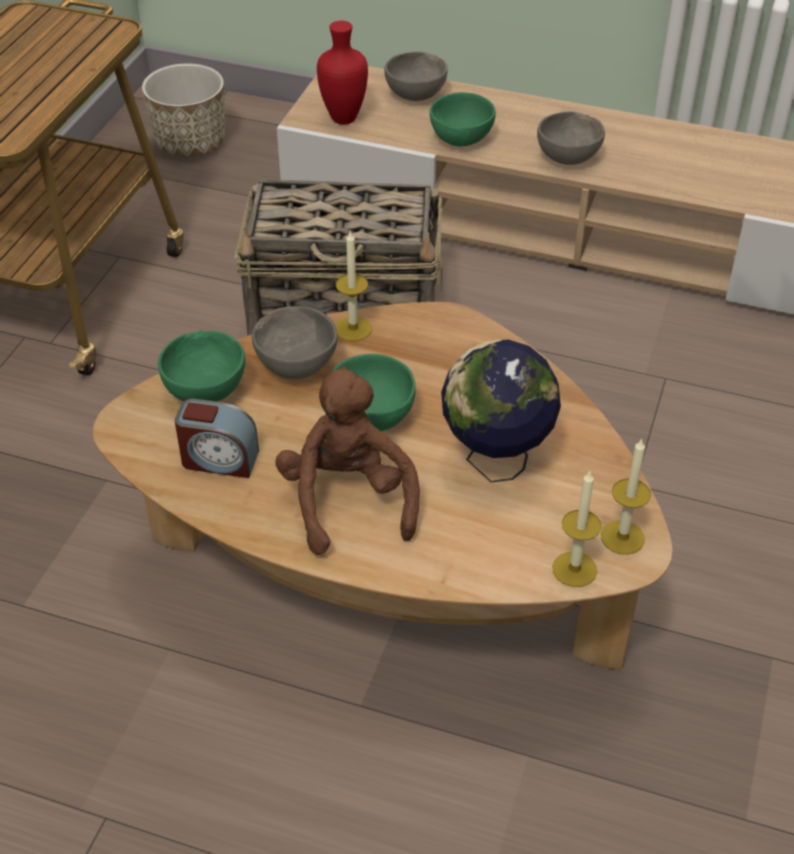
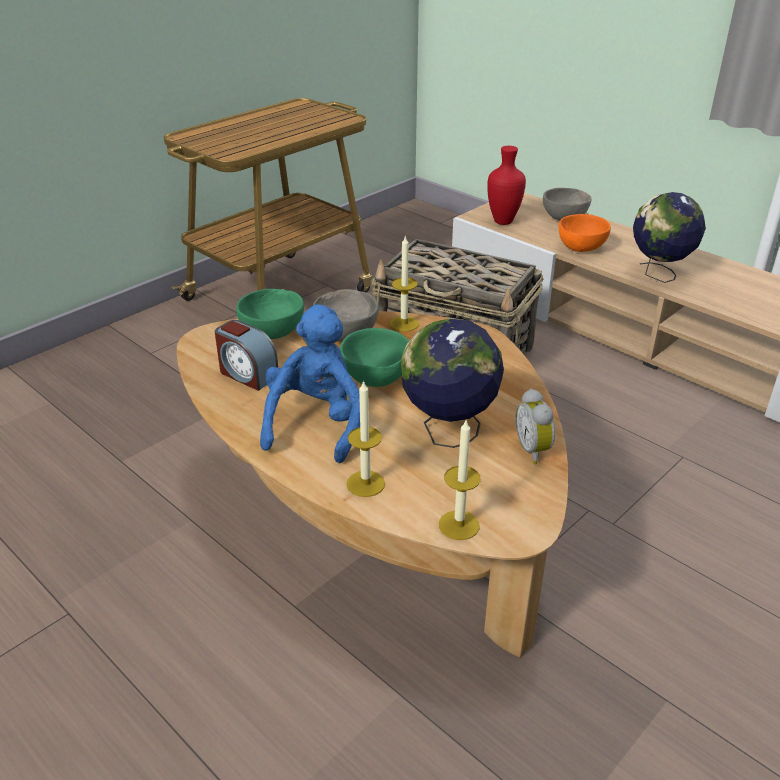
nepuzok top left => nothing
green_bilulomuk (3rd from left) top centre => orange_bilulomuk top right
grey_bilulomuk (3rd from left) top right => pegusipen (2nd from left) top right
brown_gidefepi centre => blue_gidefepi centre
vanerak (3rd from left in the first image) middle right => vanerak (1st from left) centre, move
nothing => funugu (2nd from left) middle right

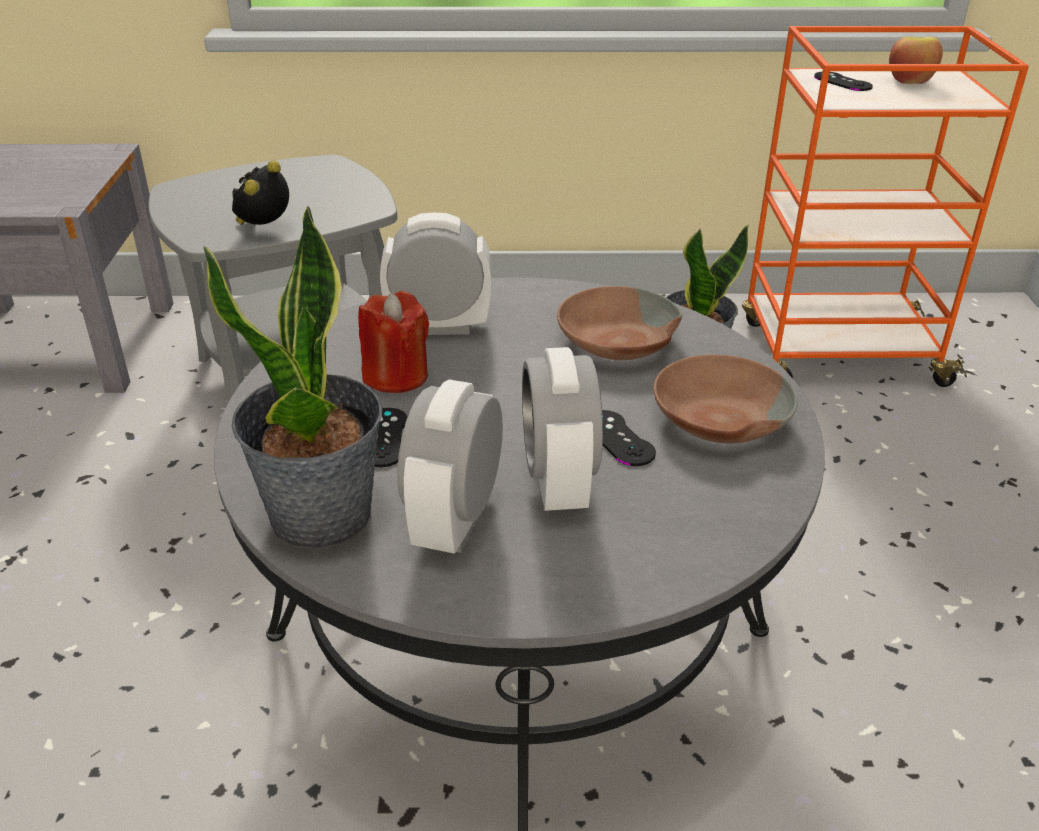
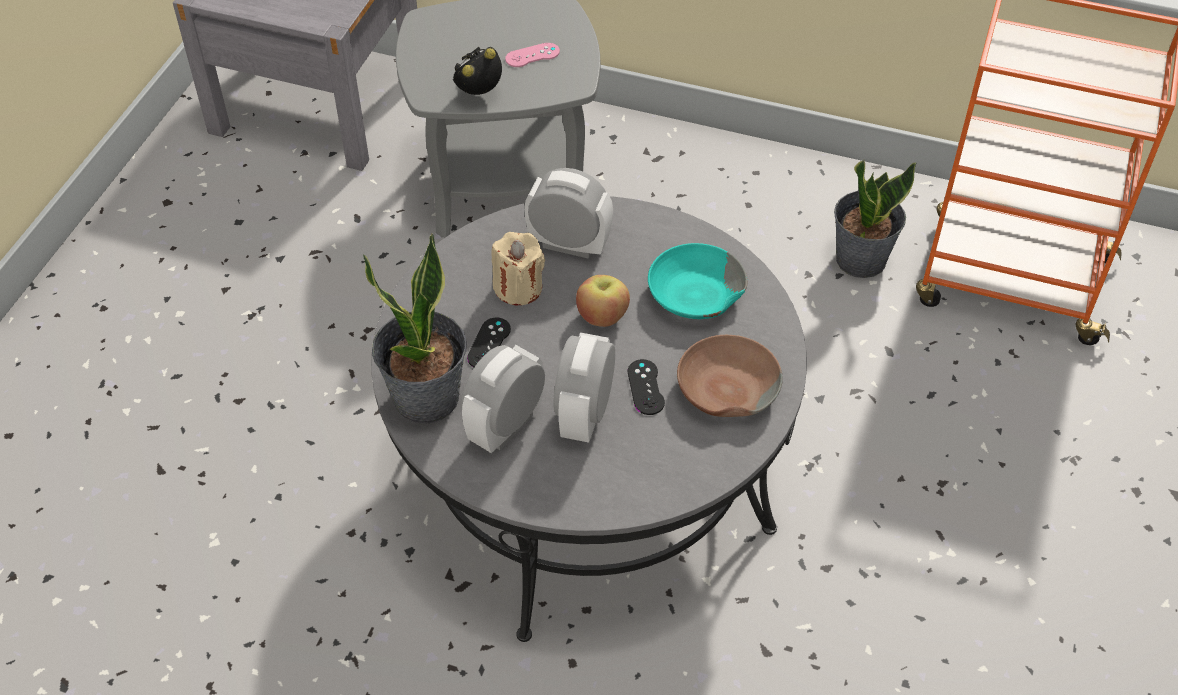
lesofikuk top right => lesofikuk centre, move
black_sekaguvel (3rd from left) top right => nothing
brown_bilulomuk (1st from left) centre => turquoise_bilulomuk centre
red_vanerak centre => beige_vanerak centre
nothing => pink_sekaguvel top centre

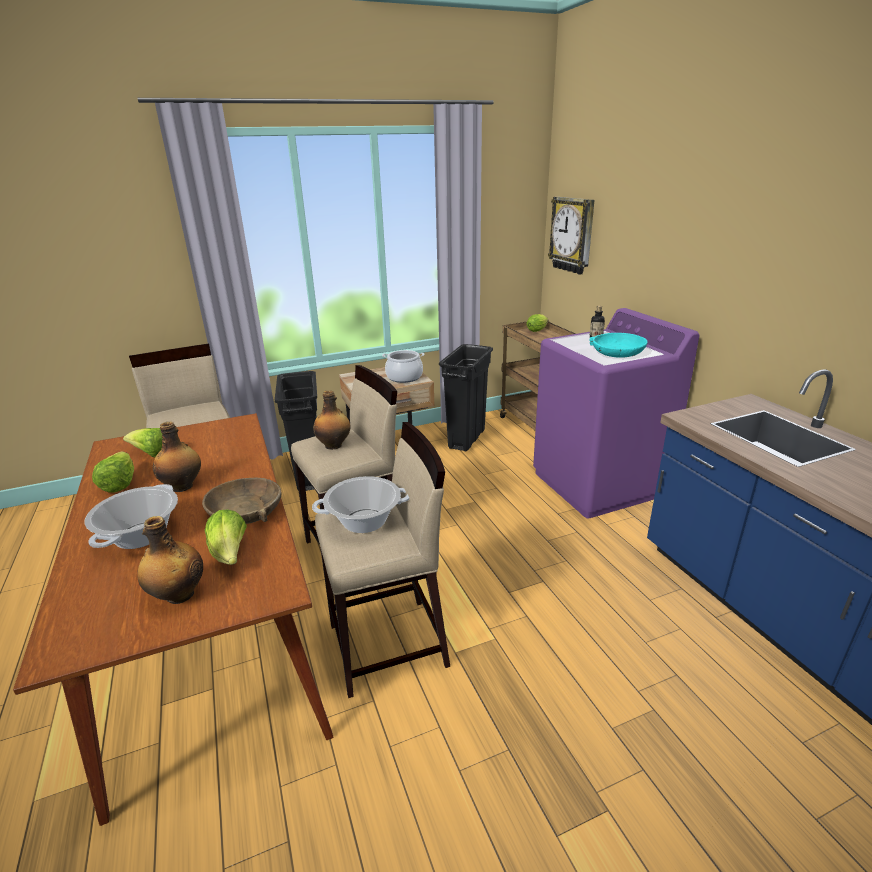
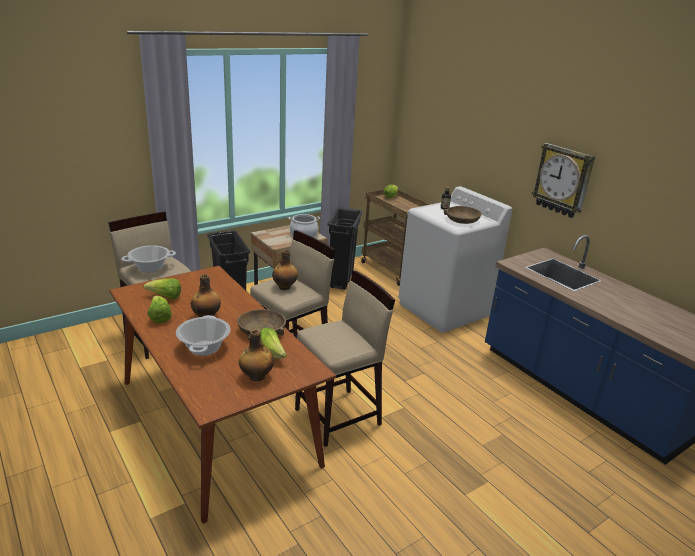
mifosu top centre => mifosu top right, move
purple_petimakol middle right => white_petimakol centre
turquoise_bilulomuk middle right => brown_bilulomuk (2nd from left) centre
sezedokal (2nd from left in the first image) centre => sezedokal (1st from left) middle left, move

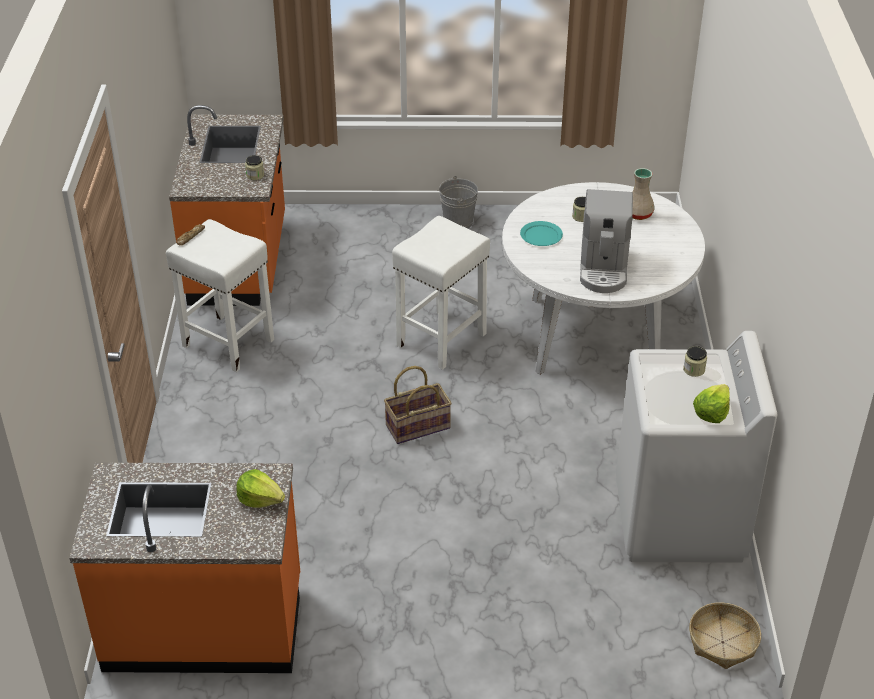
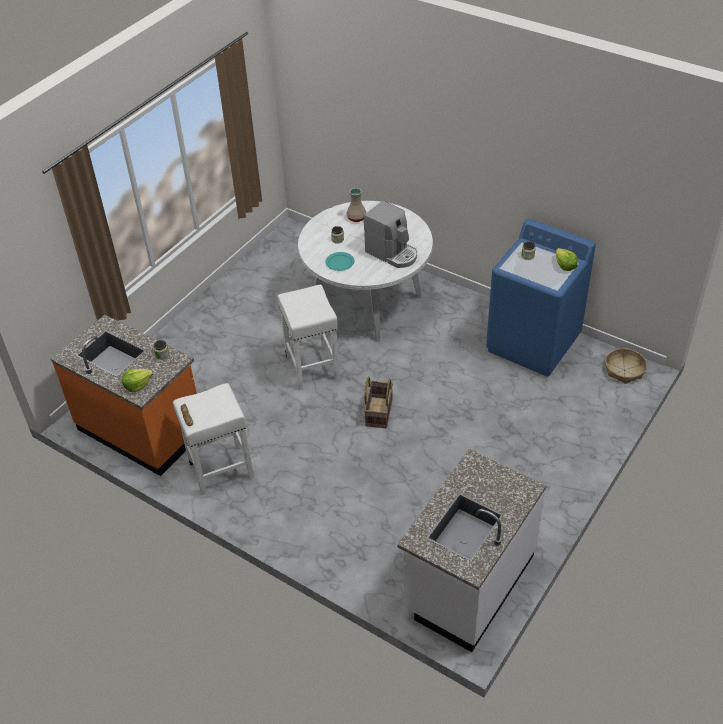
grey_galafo top centre => nothing
white_petimakol middle right => blue_petimakol middle right
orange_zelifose (1st from left) bottom left => white_zelifose bottom centre
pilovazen (1st from left) bottom left => pilovazen (1st from left) middle left, move

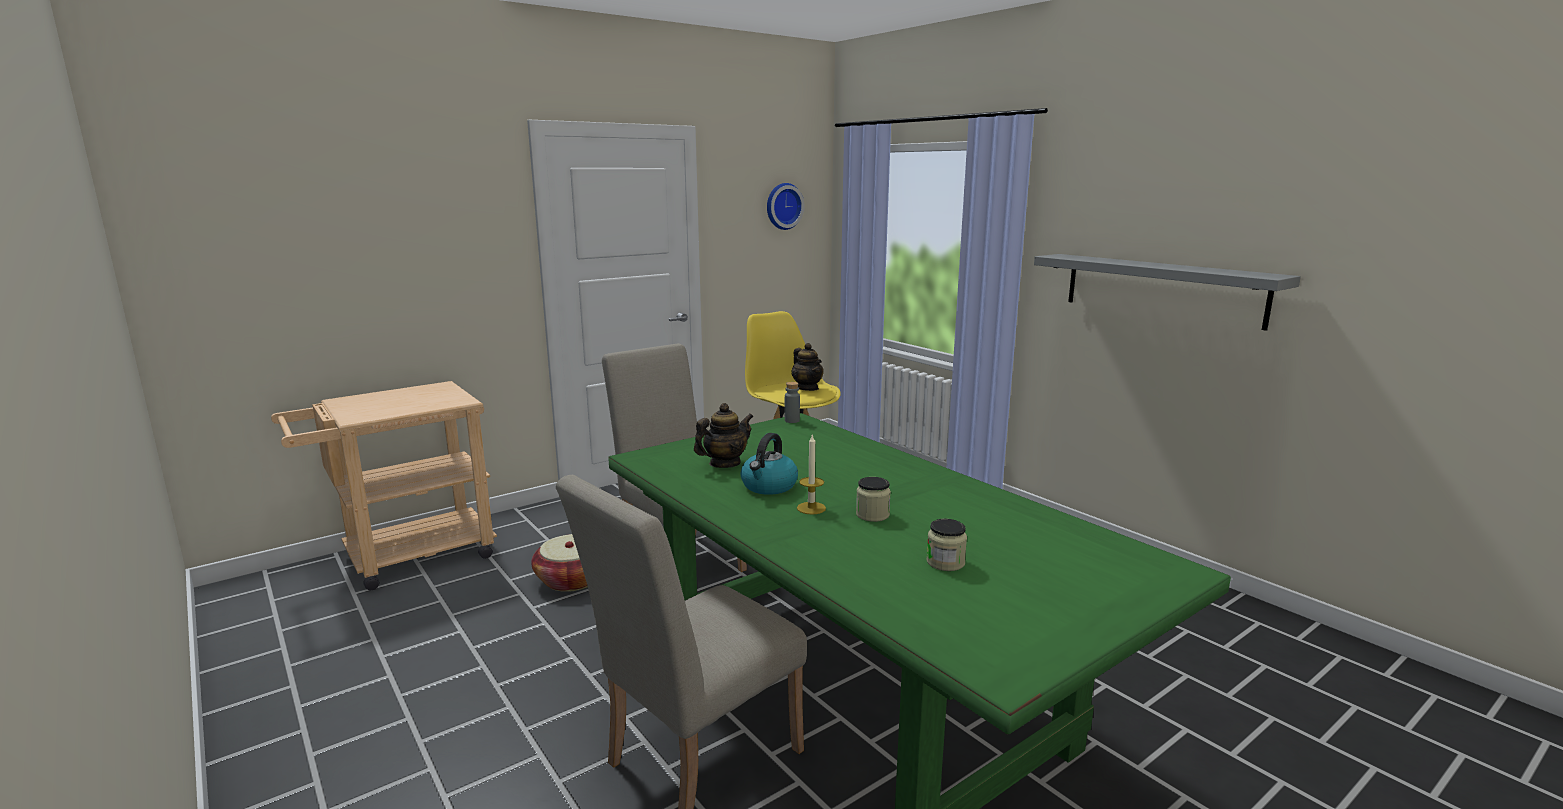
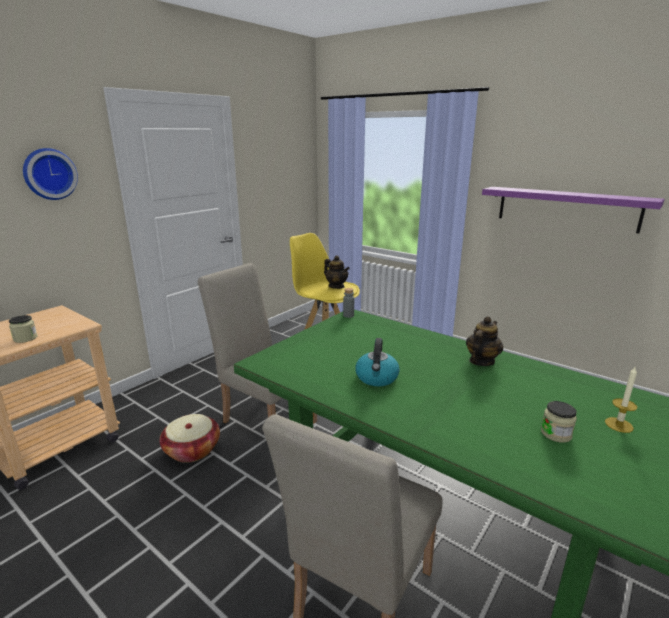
mifosu top centre => mifosu top left, move
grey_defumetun middle right => purple_defumetun middle right
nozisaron (1st from left in the first image) centre => nozisaron (2nd from left) middle right, move
vanerak centre => vanerak middle right, move
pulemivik (1st from left) centre => pulemivik (1st from left) middle left, move

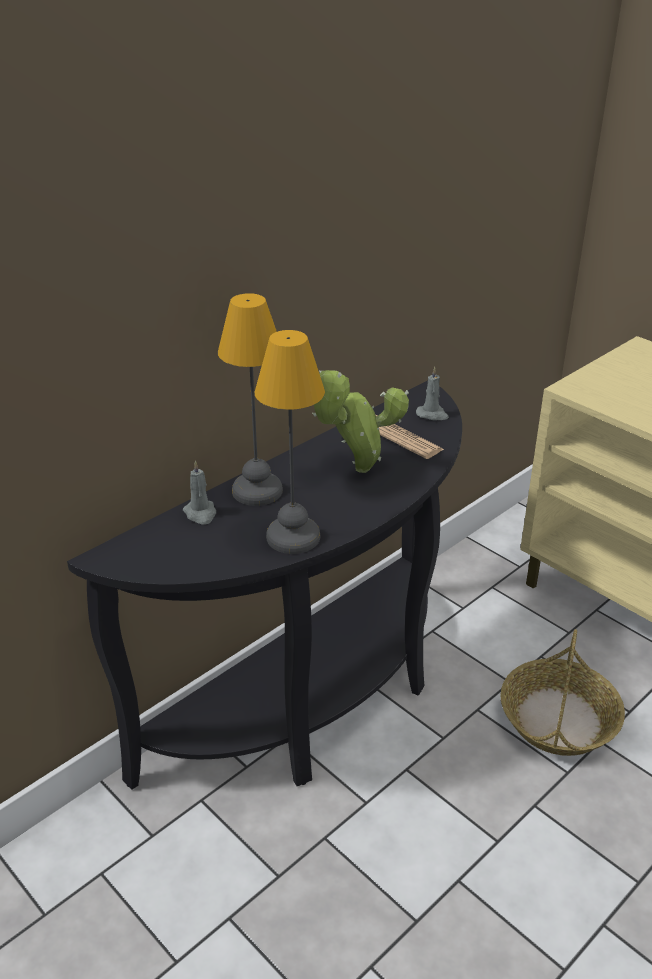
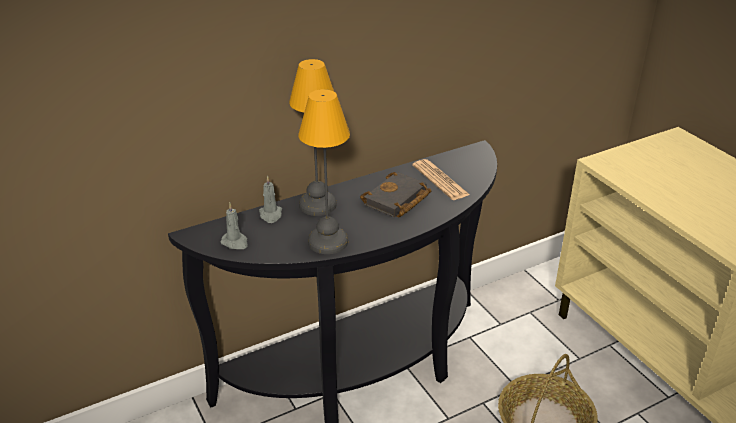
grey_vanerak (2nd from left in the first image) centre => grey_vanerak (1st from left) middle left, move
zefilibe centre => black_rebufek centre

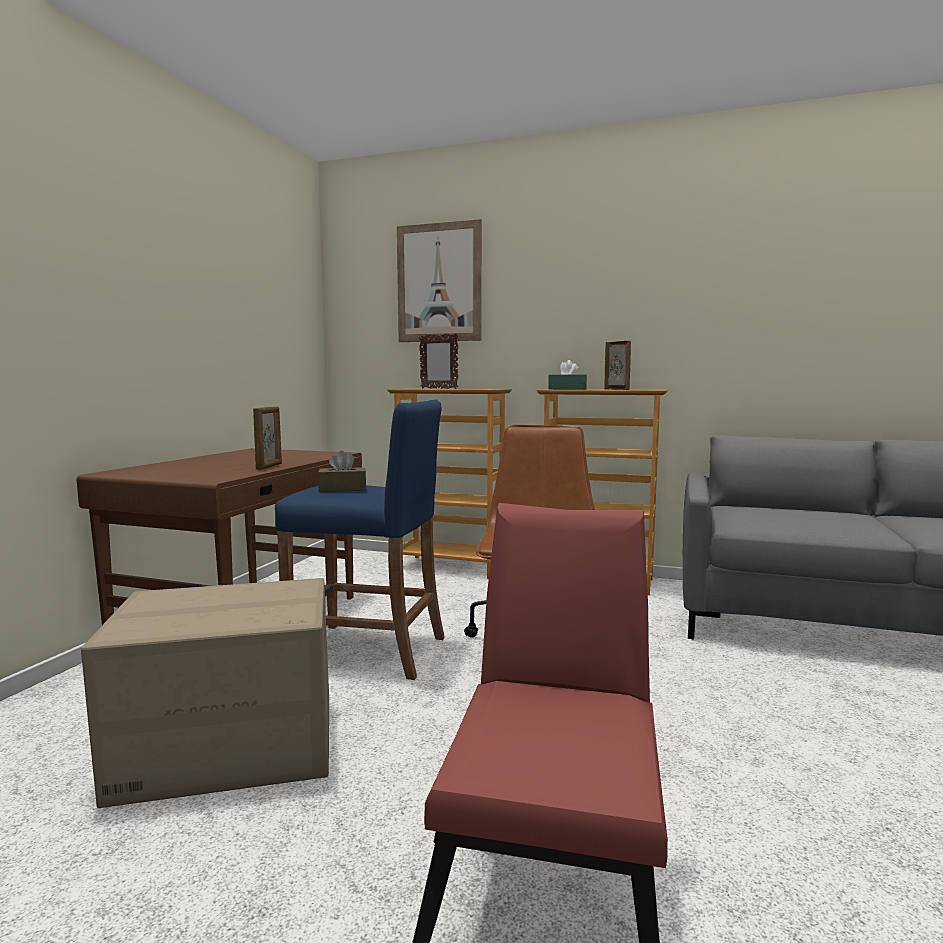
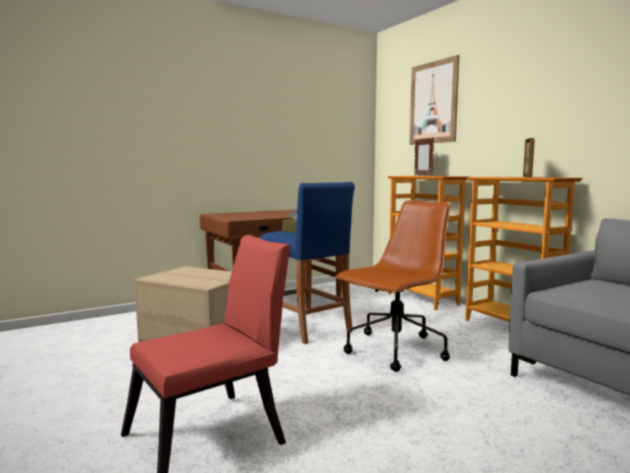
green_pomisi centre => nothing
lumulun (1st from left) middle left => nothing

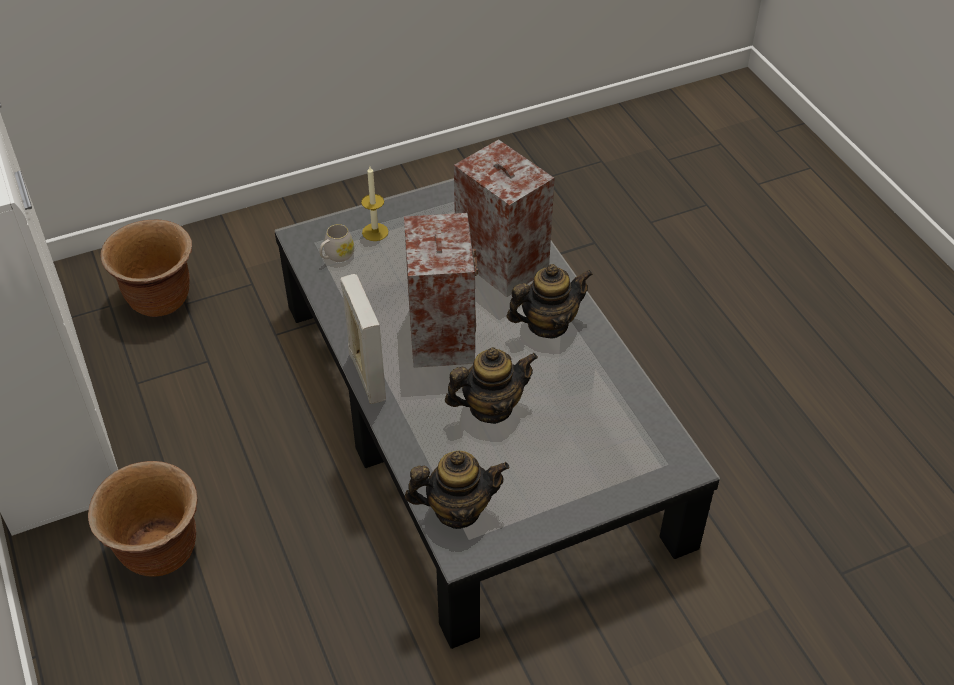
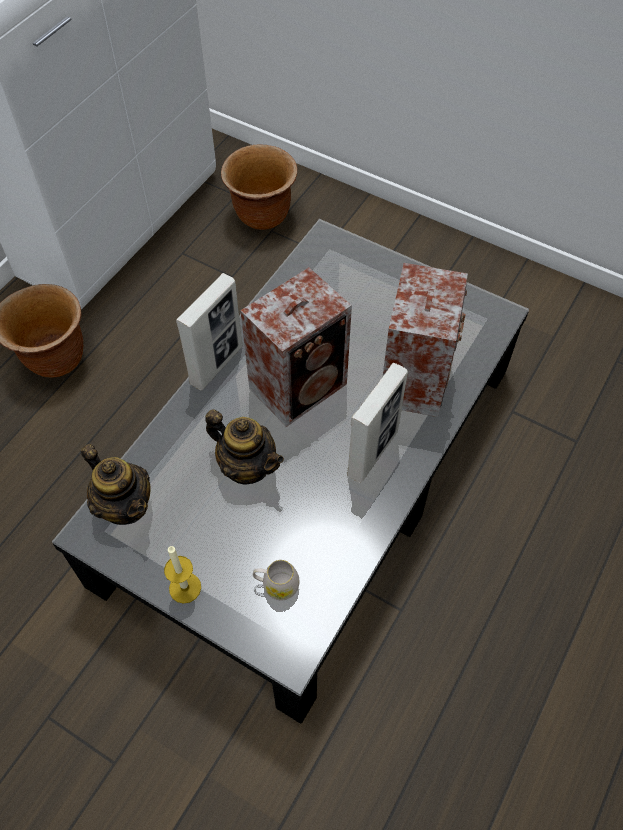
vanerak top centre => vanerak bottom left, move
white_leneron centre => white_leneron bottom centre, move
nozisaron (3rd from left) centre => lumulun (2nd from left) centre

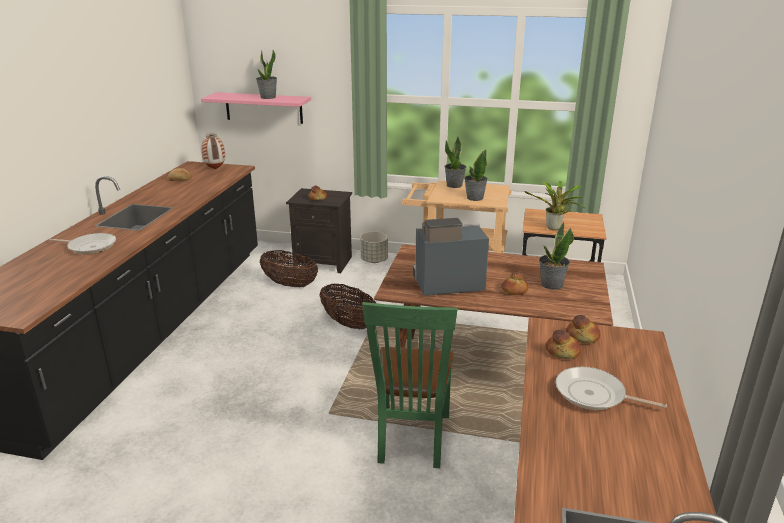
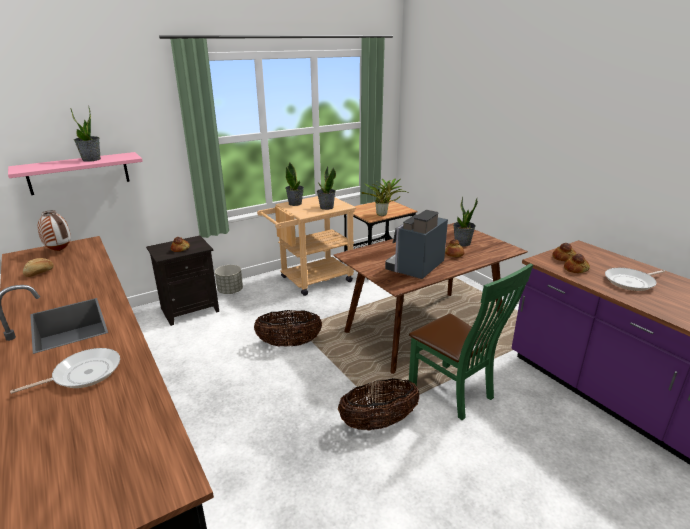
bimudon (1st from left in the first image) centre => bimudon (2nd from left) bottom centre, move

